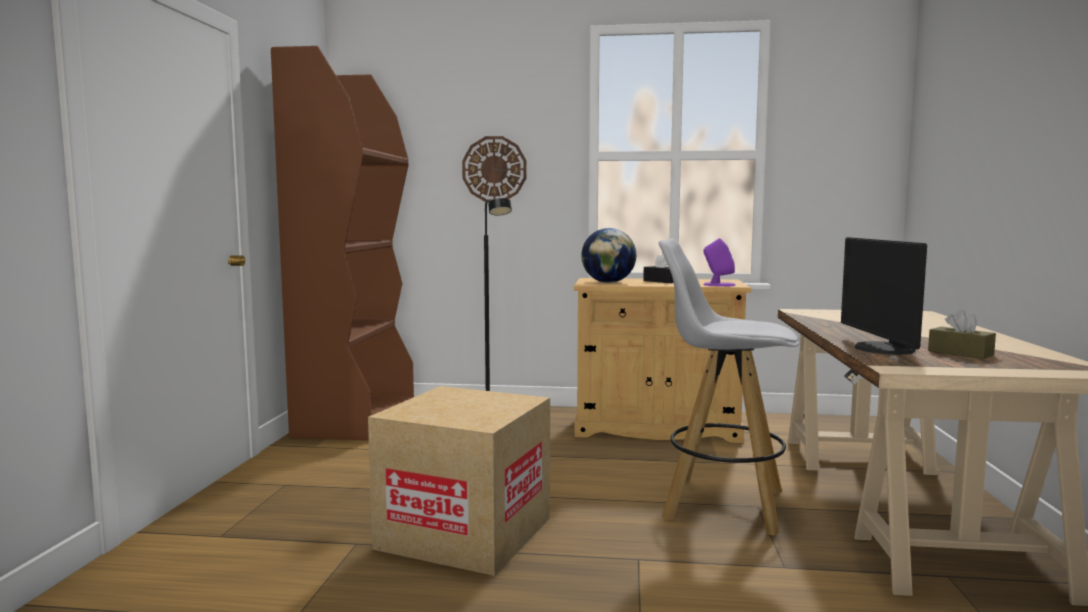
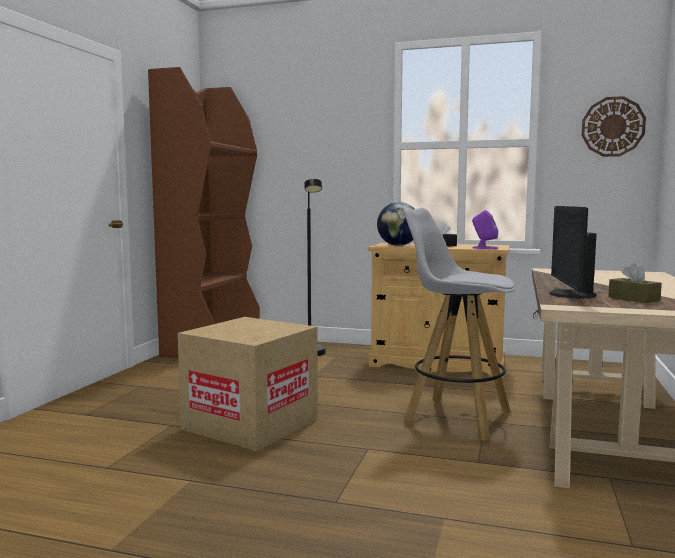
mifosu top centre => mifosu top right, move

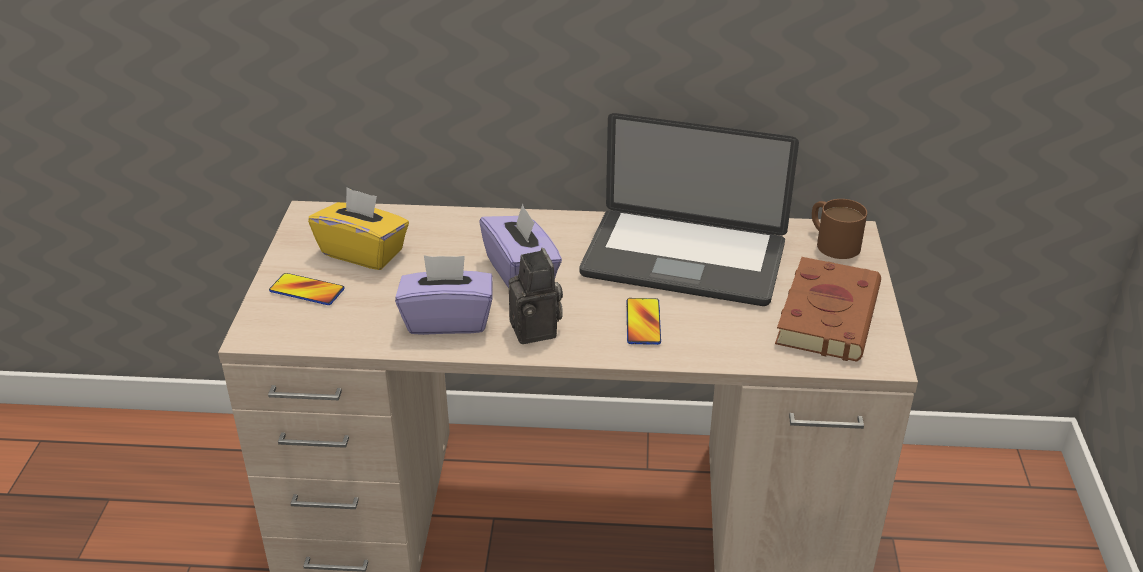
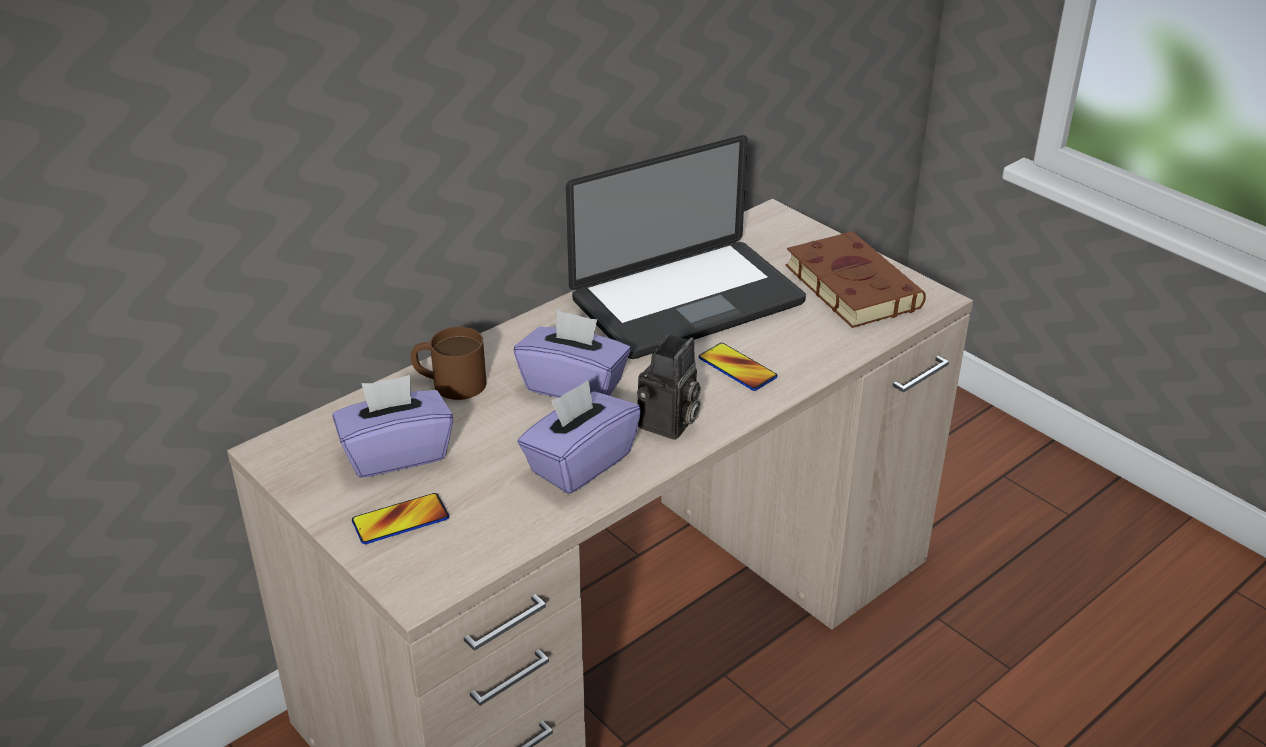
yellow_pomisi middle left => purple_pomisi (1st from left) middle left
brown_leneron middle right => brown_leneron centre, move
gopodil centre, 90 degrees clockwise

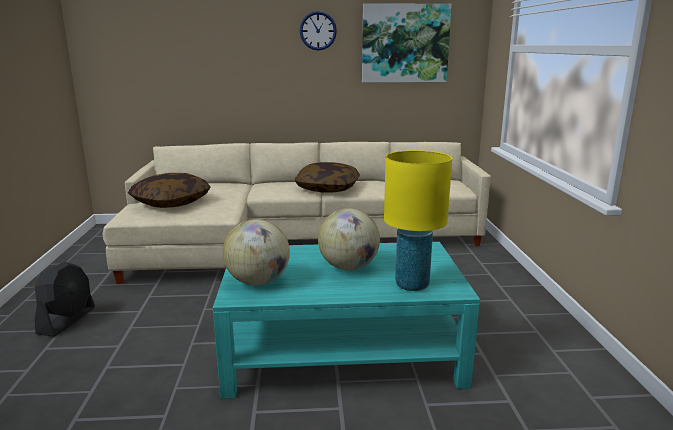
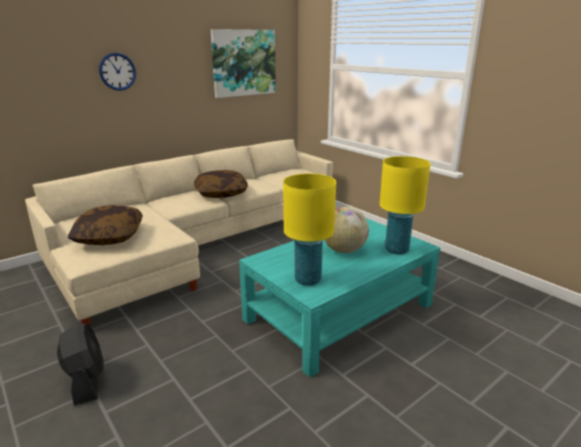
mifosu top centre => mifosu top left, move
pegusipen (1st from left) centre => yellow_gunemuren (1st from left) centre

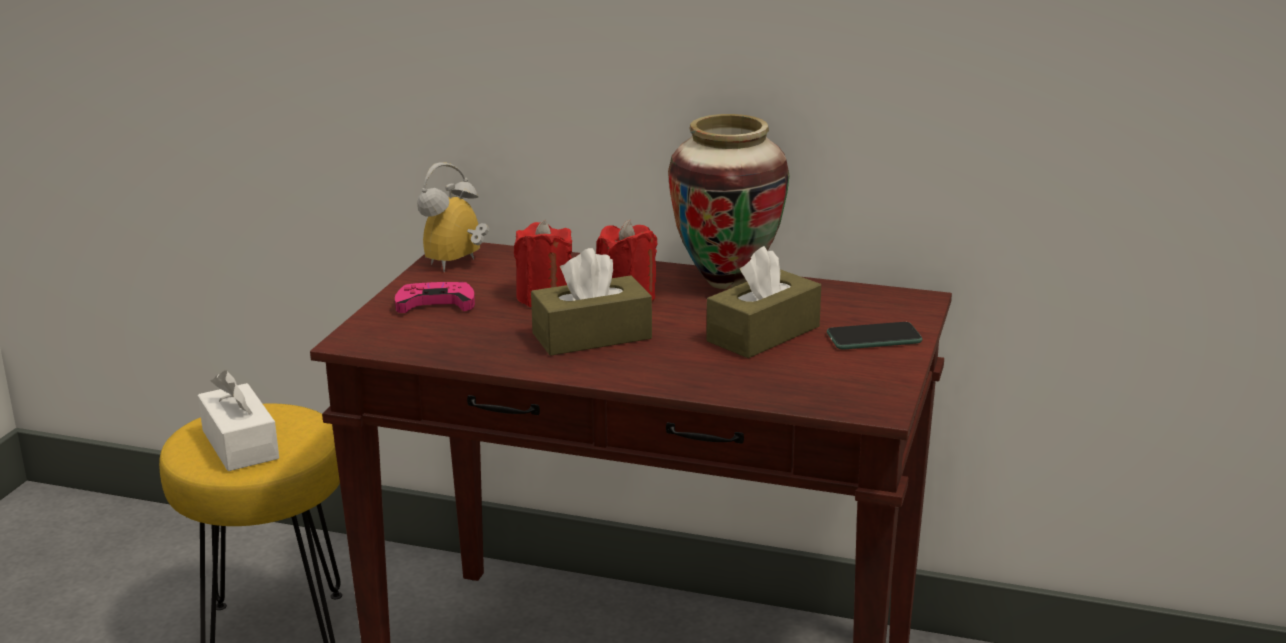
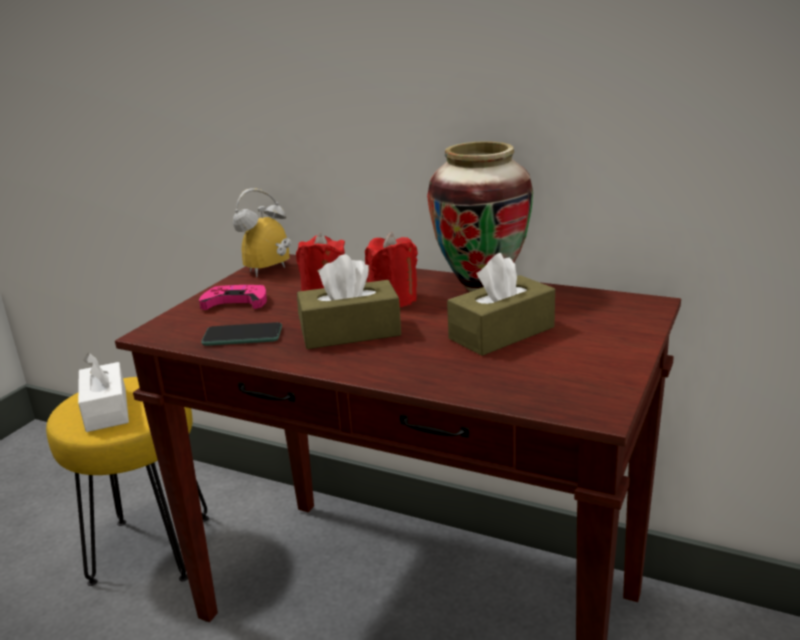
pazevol middle right => pazevol middle left, move

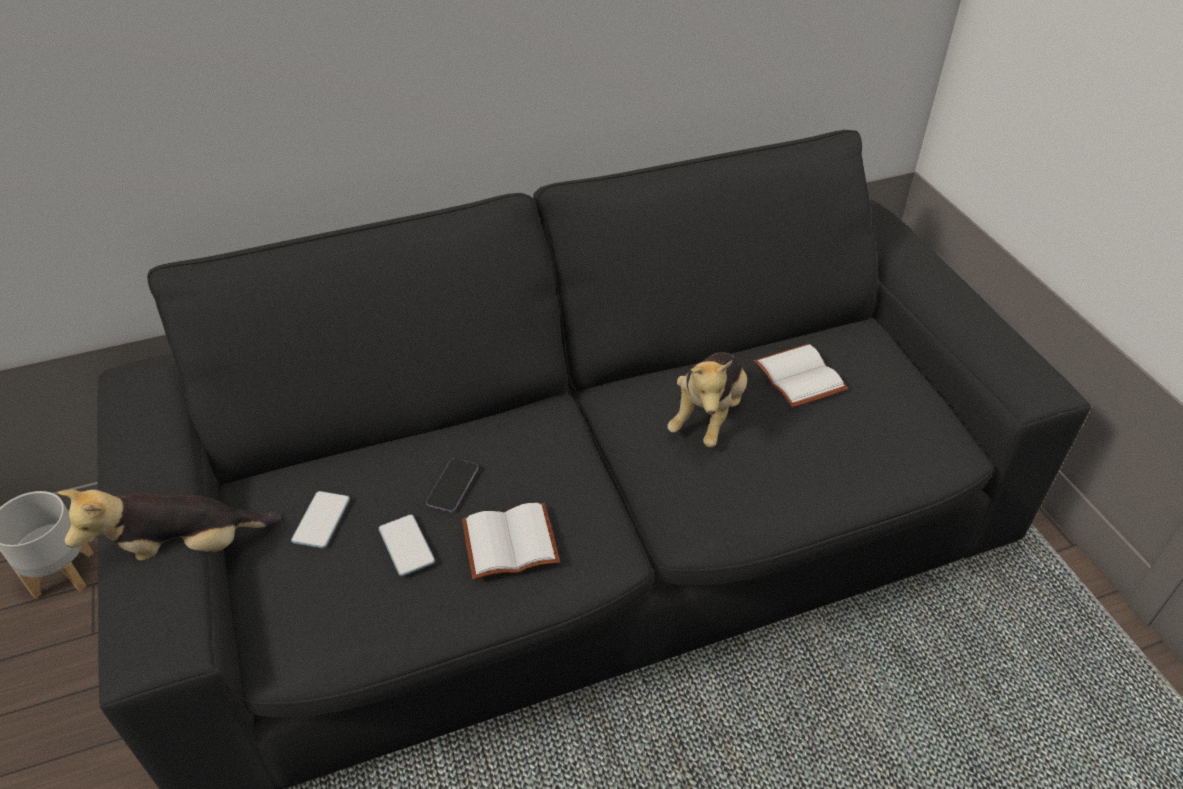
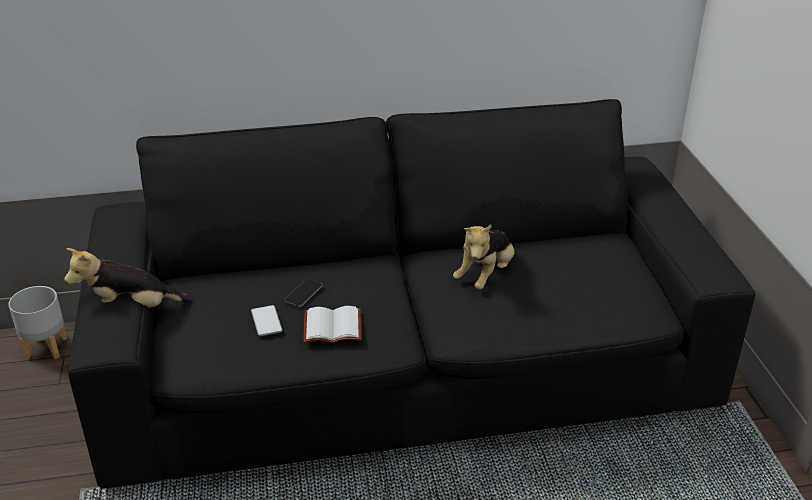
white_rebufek (2nd from left) middle right => nothing
pazevol (1st from left) middle left => nothing

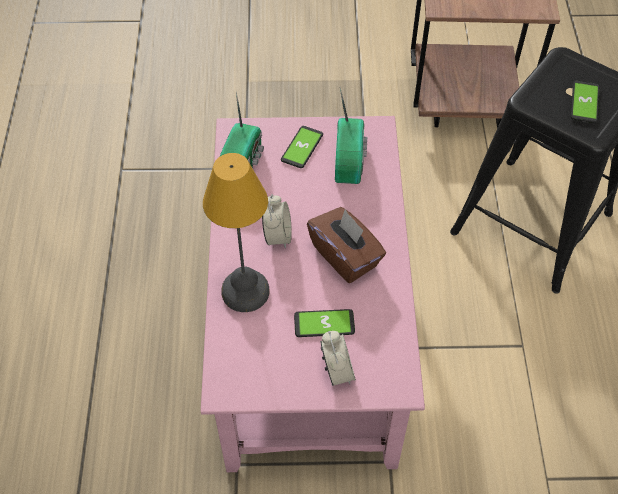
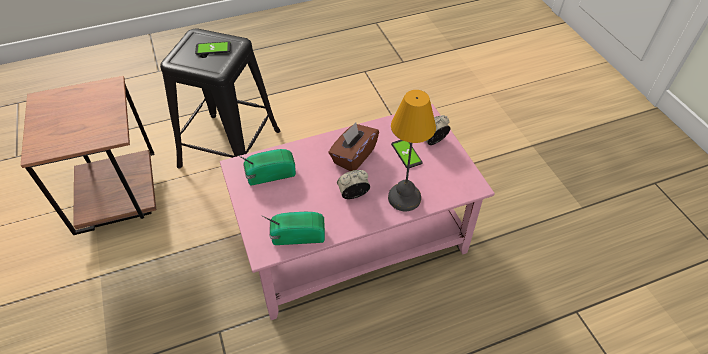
pazevol (1st from left) top centre => nothing

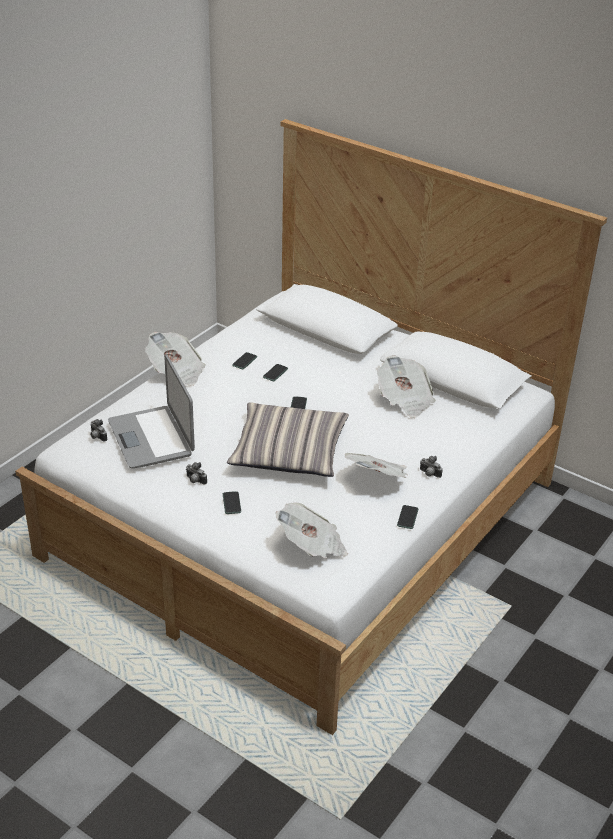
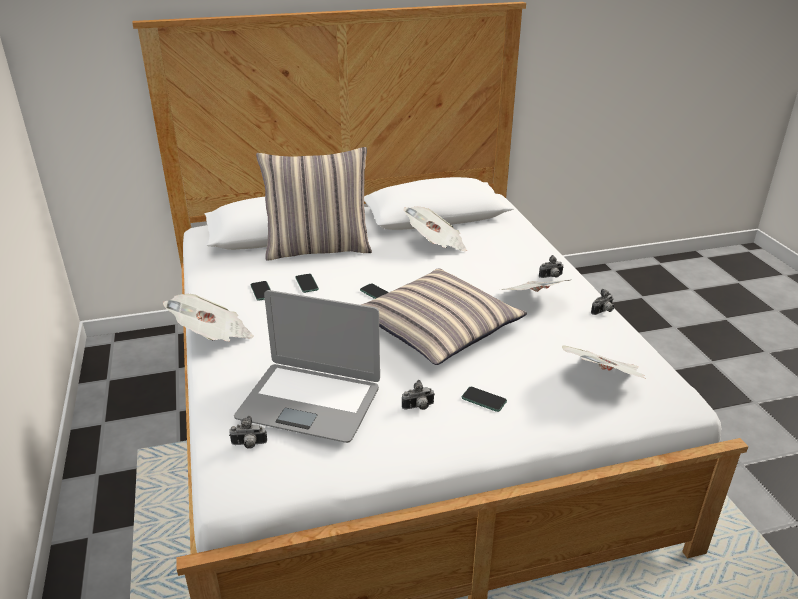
pazevol (5th from left) centre => gopodil (4th from left) middle right
nothing => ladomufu (1st from left) centre

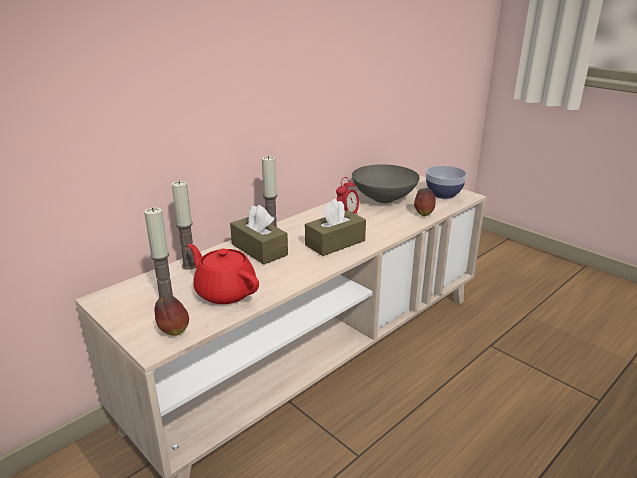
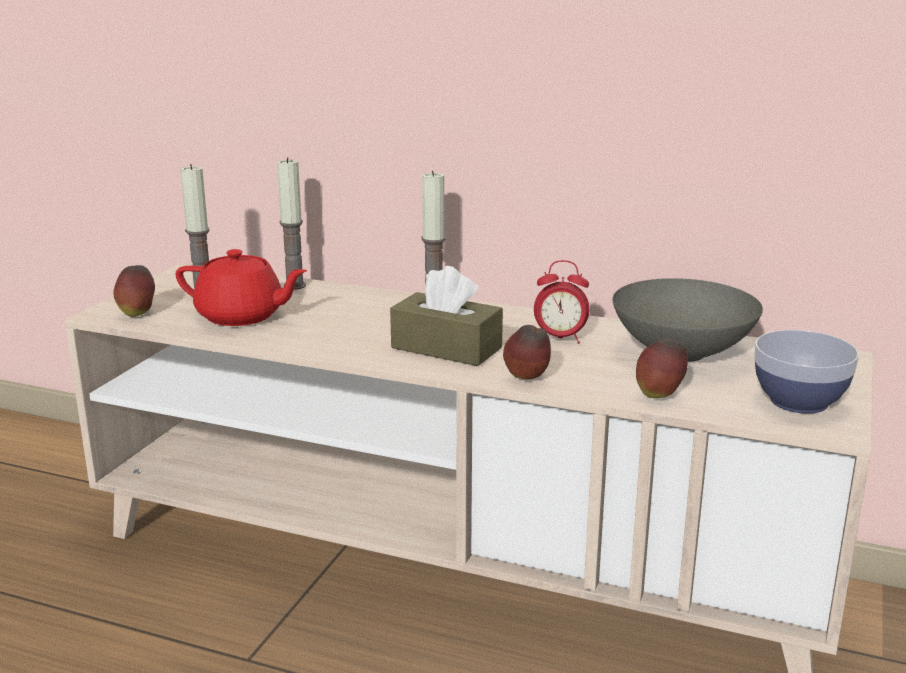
brown_pomisi (1st from left) centre => nothing
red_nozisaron centre => red_nozisaron middle left, 90 degrees clockwise
nothing => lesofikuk (2nd from left) centre

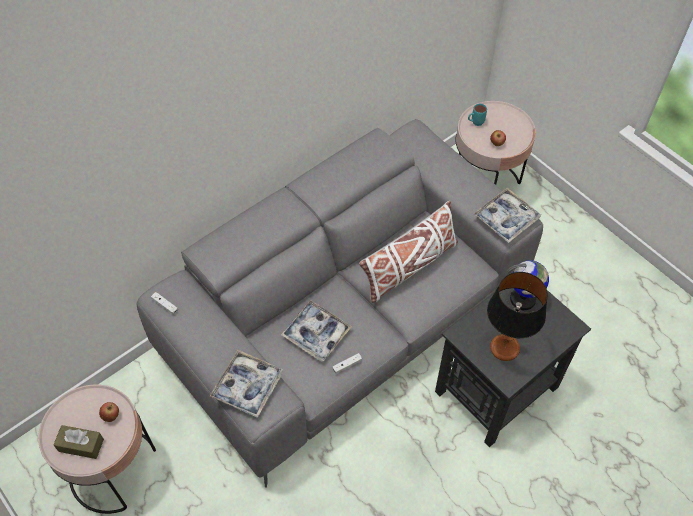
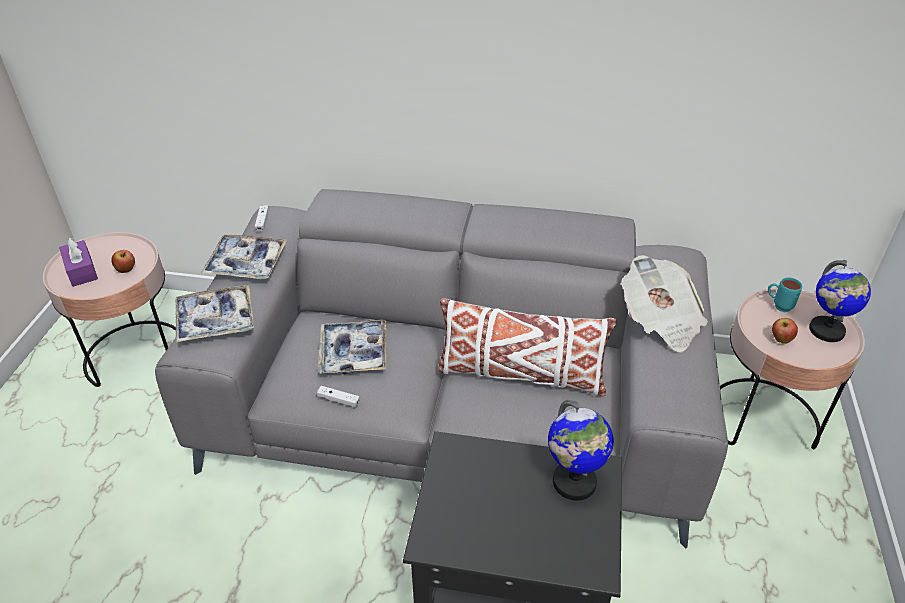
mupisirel (3rd from left in the first image) middle right => mupisirel (2nd from left) middle left, move
gunemuren middle right => nothing
brown_pomisi bottom left => purple_pomisi middle left
nothing => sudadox middle right
nothing => pegusipen (2nd from left) middle right

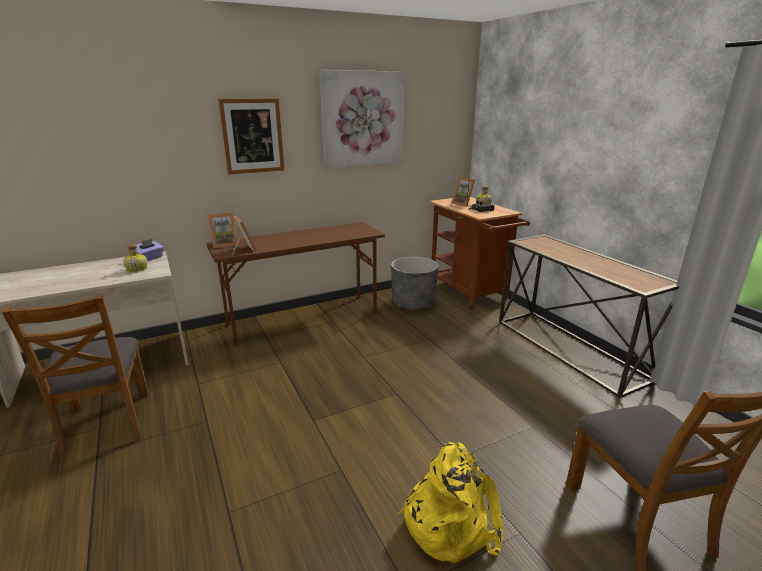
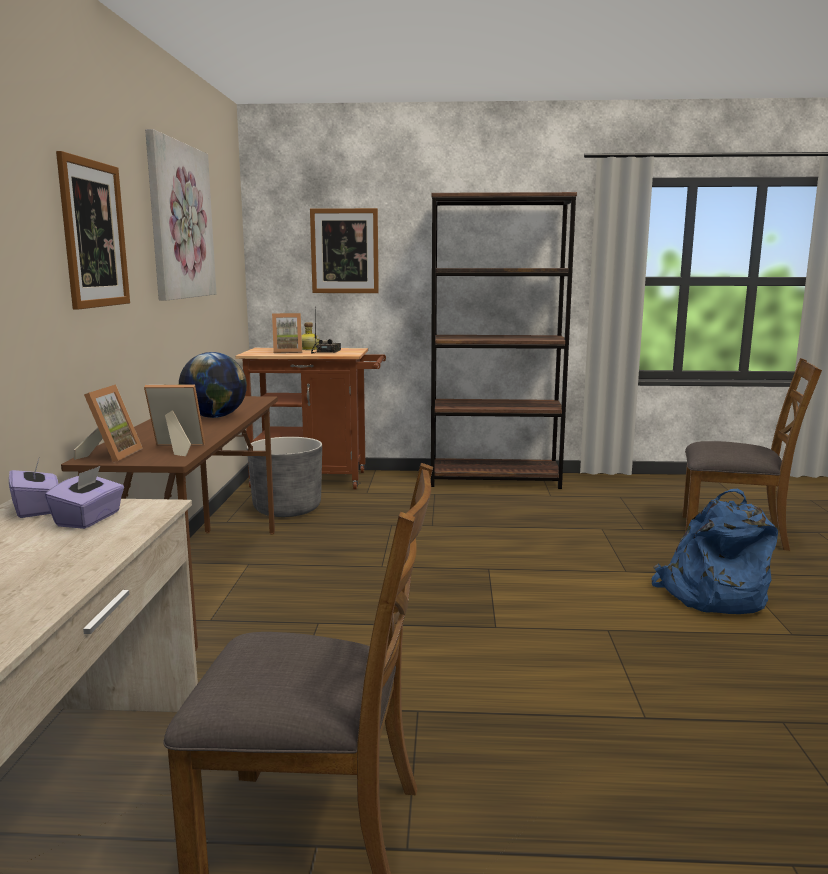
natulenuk middle right => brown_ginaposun centre
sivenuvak (1st from left) middle left => purple_pomisi (2nd from left) middle left
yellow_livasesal bottom centre => blue_livasesal middle right
nothing => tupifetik (3rd from left) top centre
nothing => pegusipen middle left

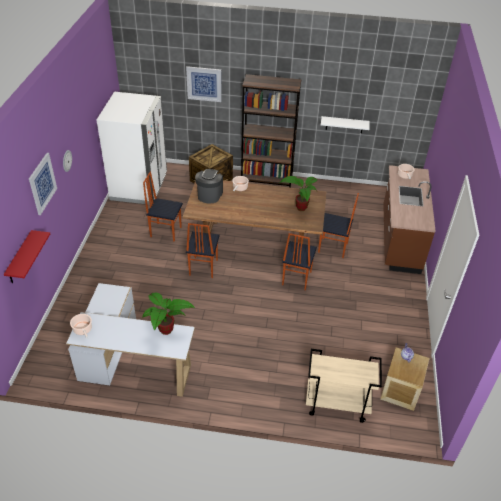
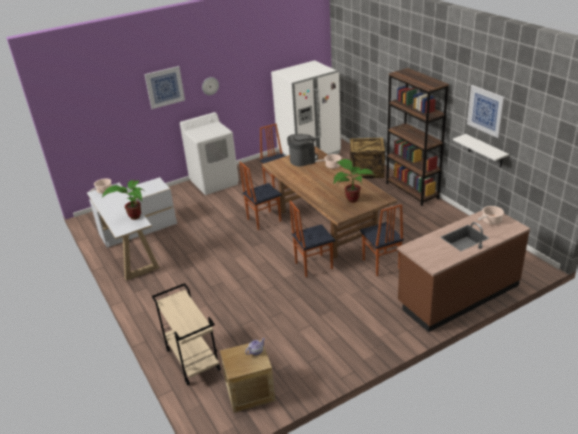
tupifetik (2nd from left) top centre => tupifetik (2nd from left) top right, move
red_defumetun middle left => nothing
nothing => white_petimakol centre

